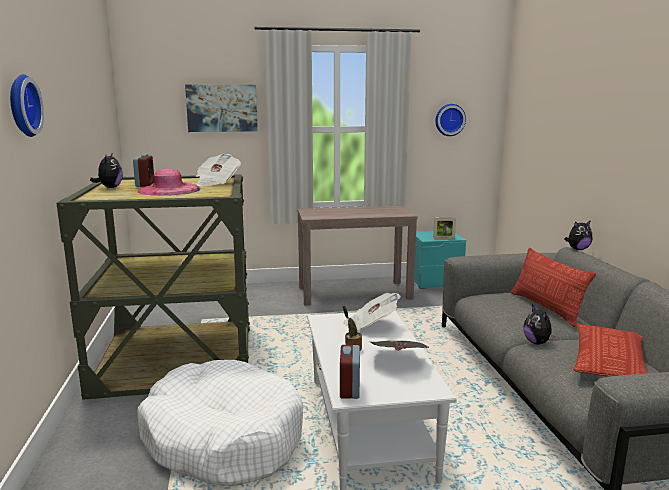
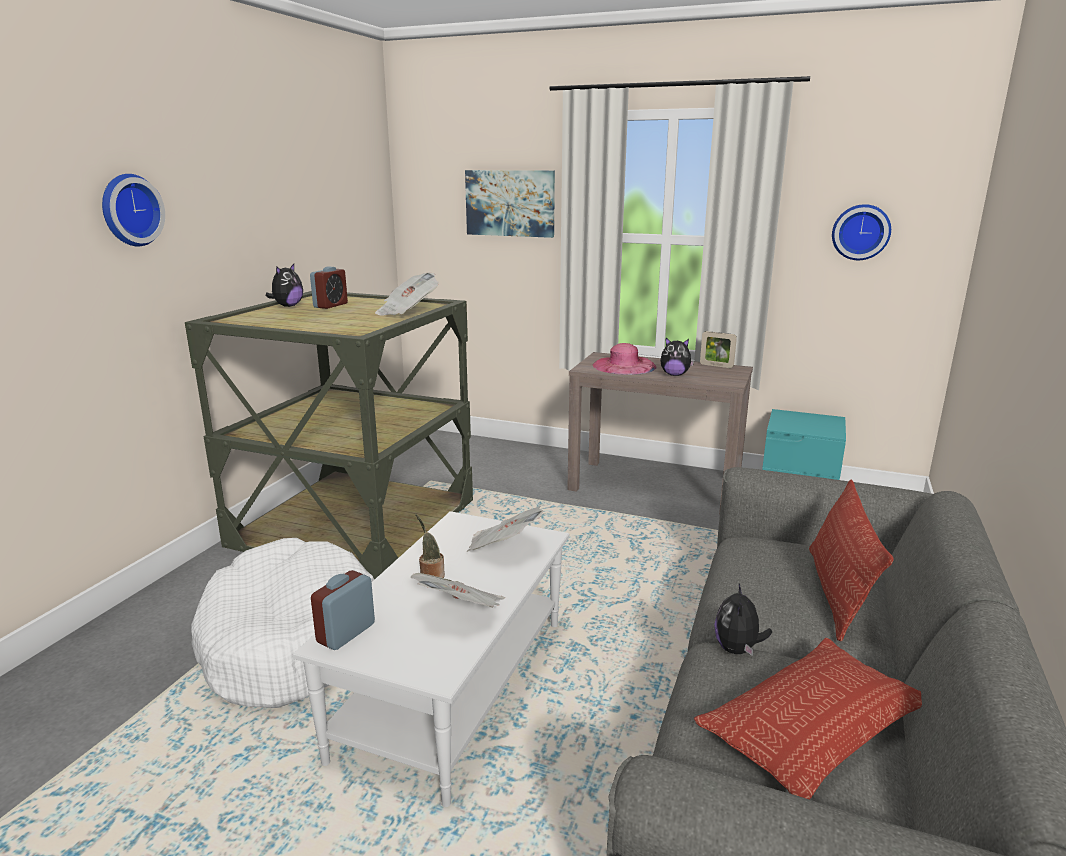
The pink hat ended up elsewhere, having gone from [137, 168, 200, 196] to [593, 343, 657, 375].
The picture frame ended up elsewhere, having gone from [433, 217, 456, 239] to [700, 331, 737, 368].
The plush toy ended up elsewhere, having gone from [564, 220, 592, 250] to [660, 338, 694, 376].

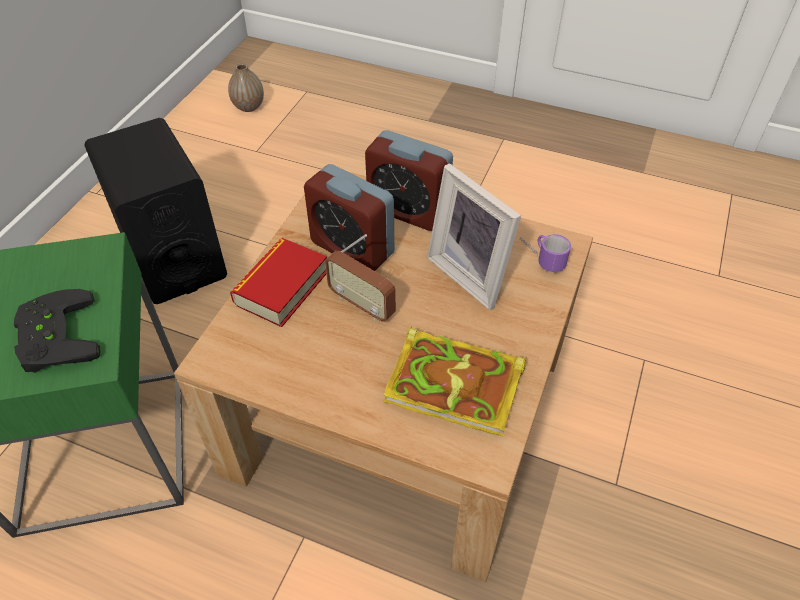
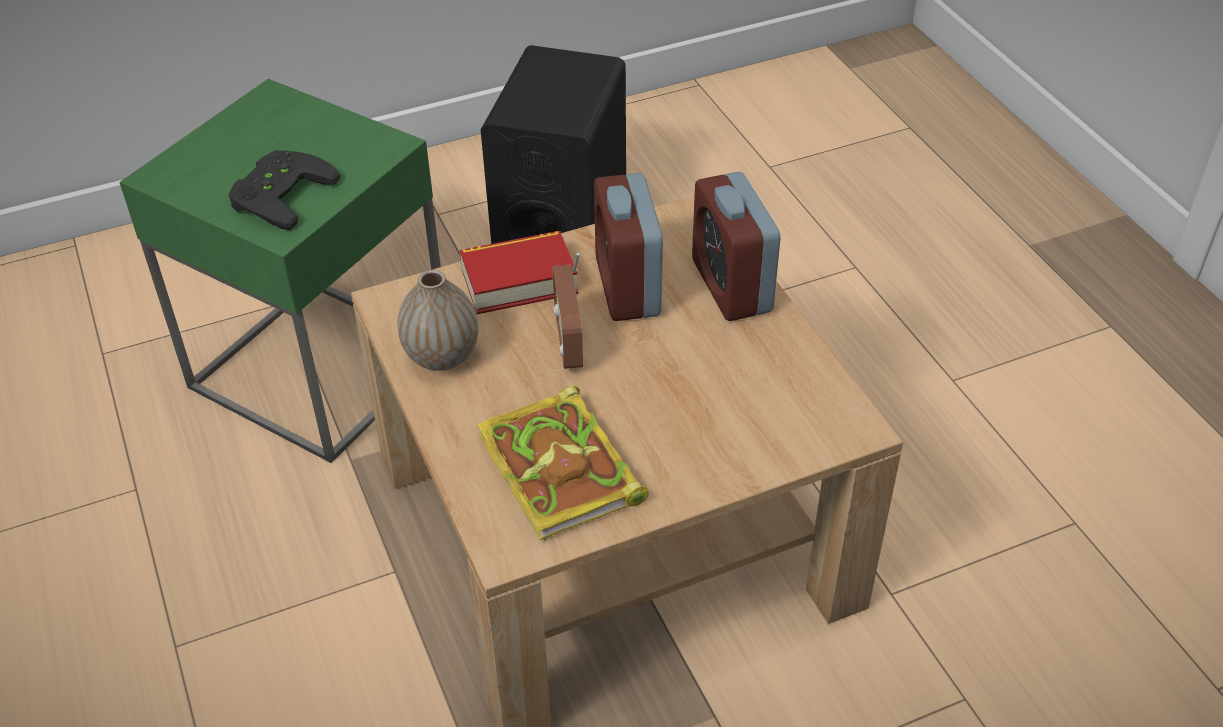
The second view lost the picture frame at [427, 163, 521, 310].
The second view lost the mug at [520, 234, 571, 272].
The vase ended up elsewhere, having gone from [228, 64, 264, 112] to [398, 270, 478, 371].

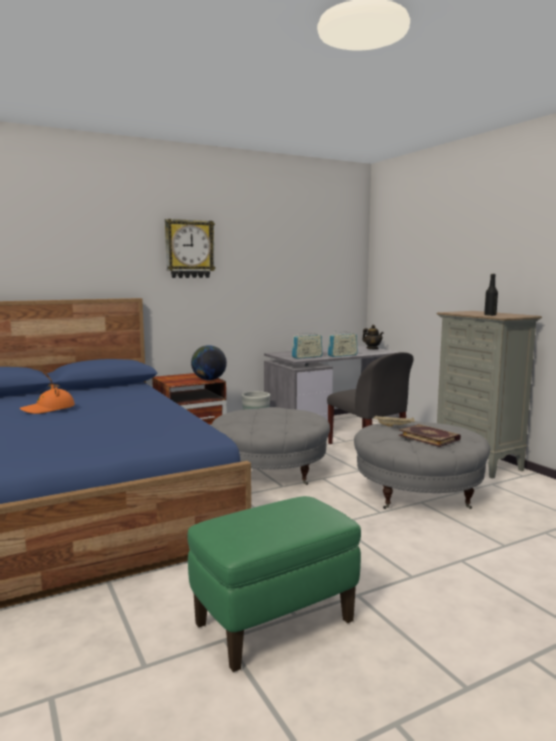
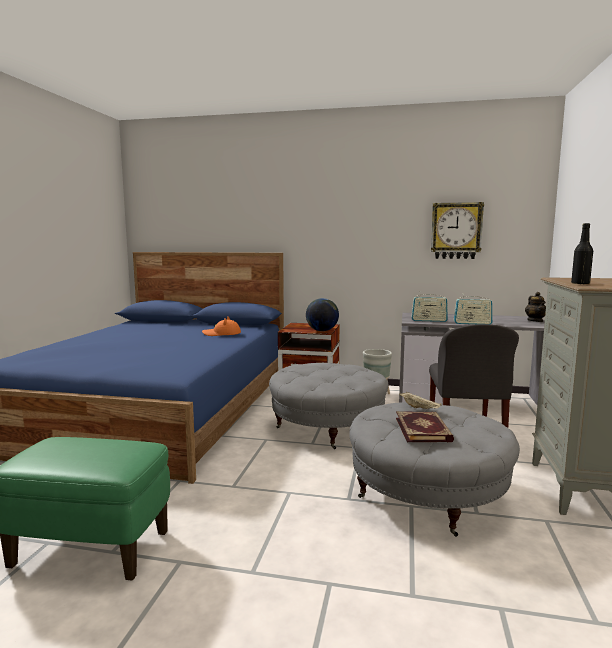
The orange hat ended up elsewhere, having gone from [19, 385, 75, 414] to [202, 316, 241, 336].
The wall clock ended up elsewhere, having gone from [165, 219, 216, 278] to [431, 202, 484, 259].

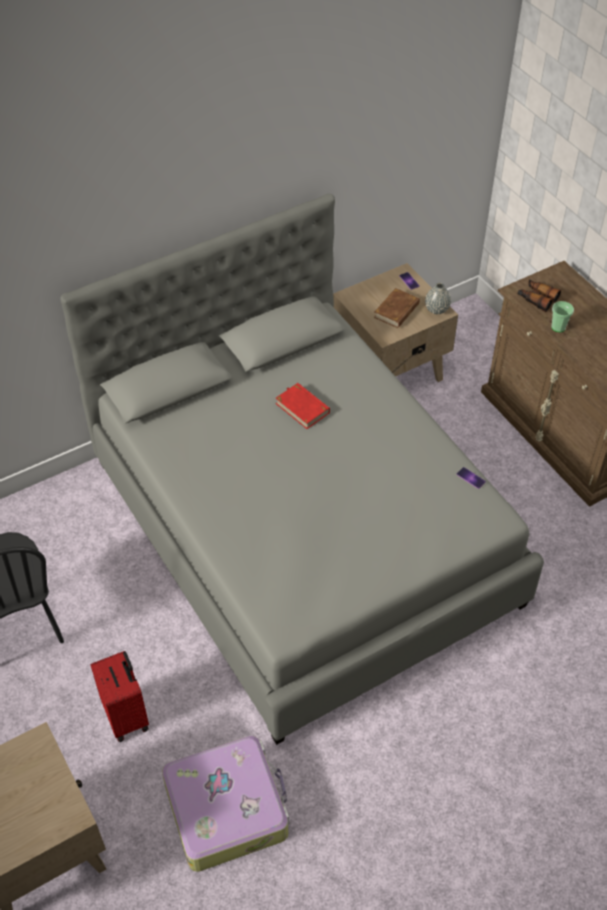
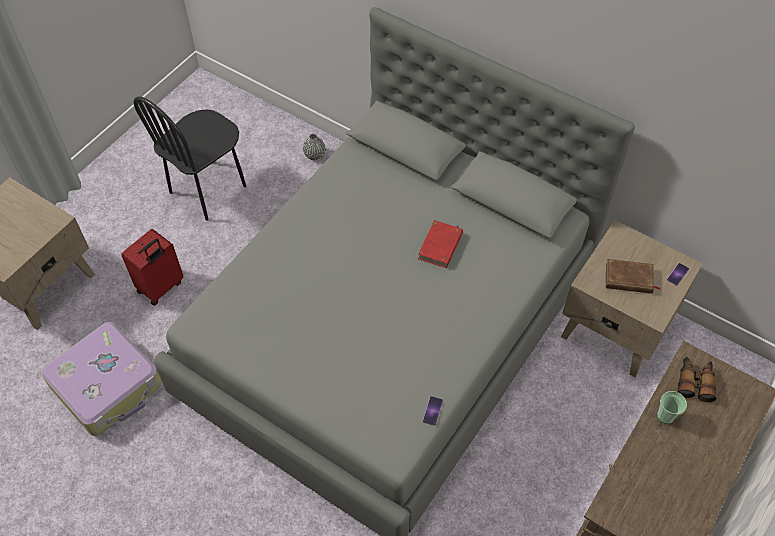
The grey vase ended up elsewhere, having gone from [425, 283, 451, 314] to [303, 134, 325, 160].

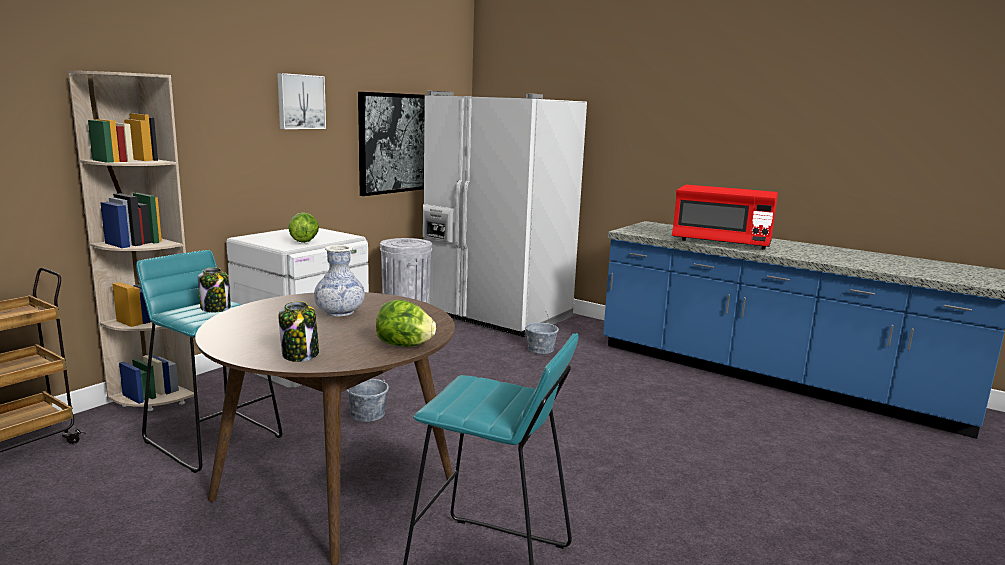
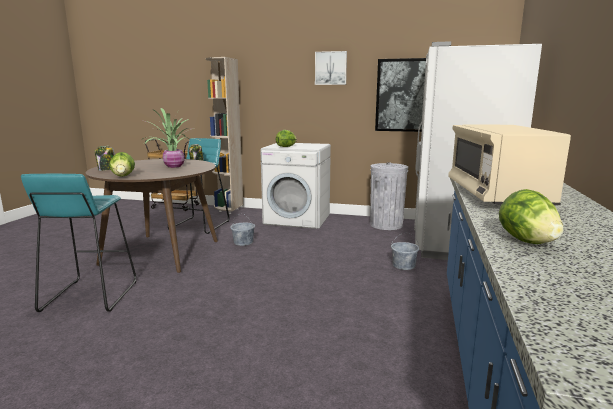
The second view gained the lettuce at [499, 189, 563, 244].
Where the vase stood at [314, 245, 365, 317], the potted plant came to stand at [142, 108, 198, 168].
What was the red microwave at [672, 185, 778, 250] turned into the beige microwave at [448, 124, 571, 205].

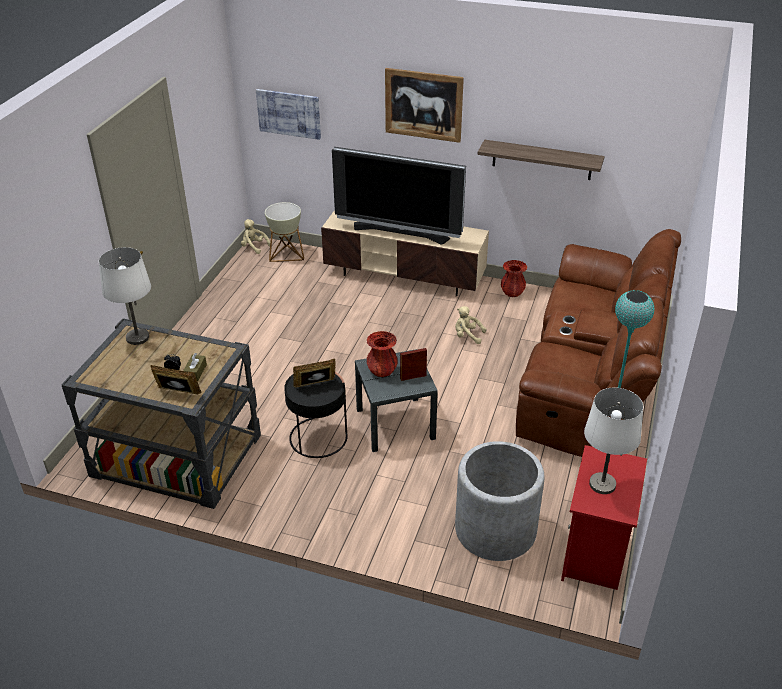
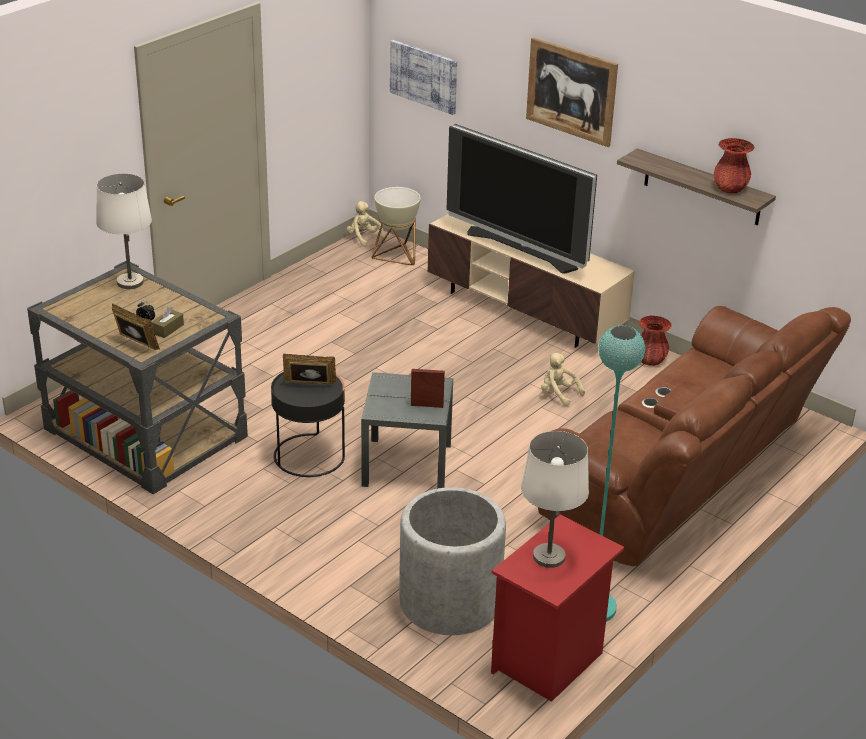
The red vase ended up elsewhere, having gone from [367, 331, 398, 377] to [714, 138, 754, 193].

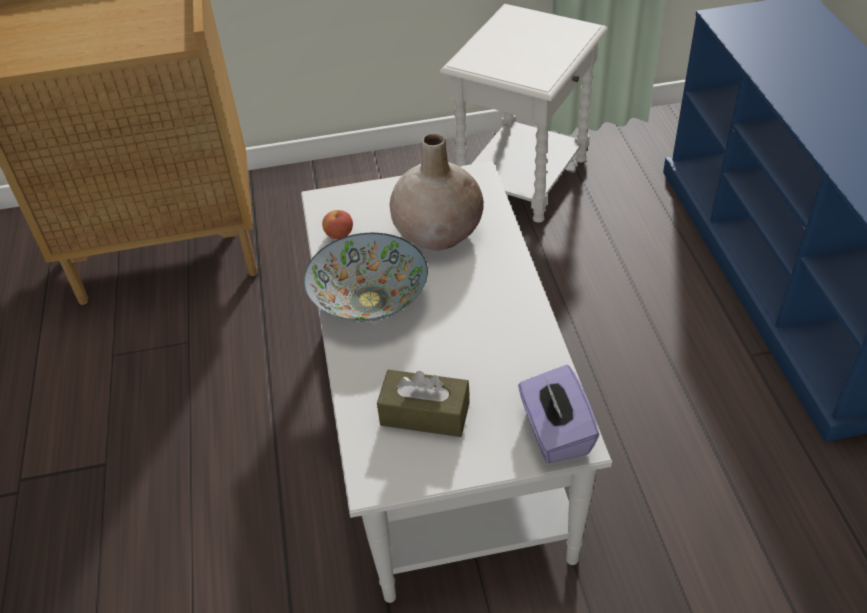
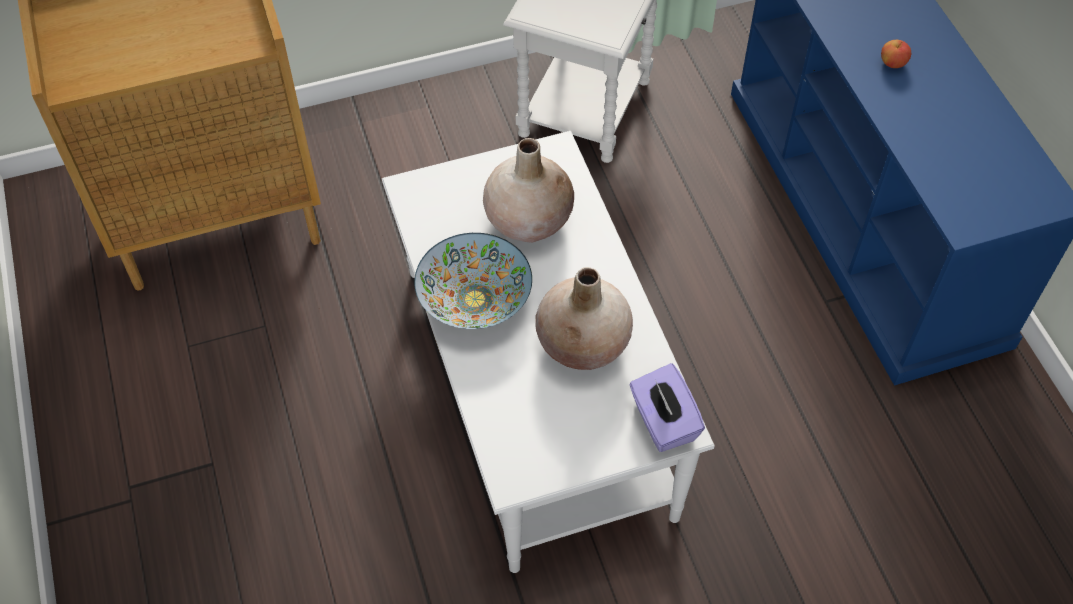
The second view lost the brown tissue box at [377, 370, 470, 437].
The second view gained the beige vase at [535, 267, 633, 370].
The apple ended up elsewhere, having gone from [322, 210, 353, 239] to [881, 40, 911, 68].

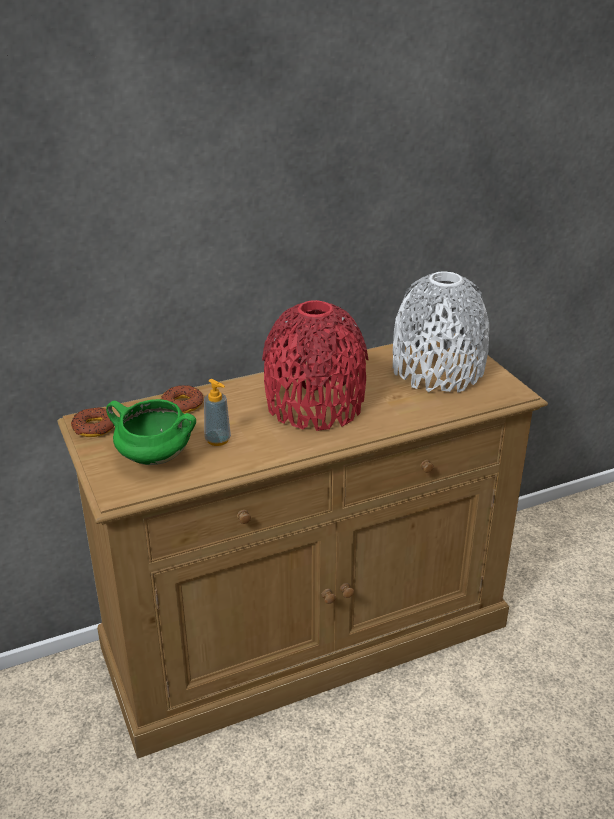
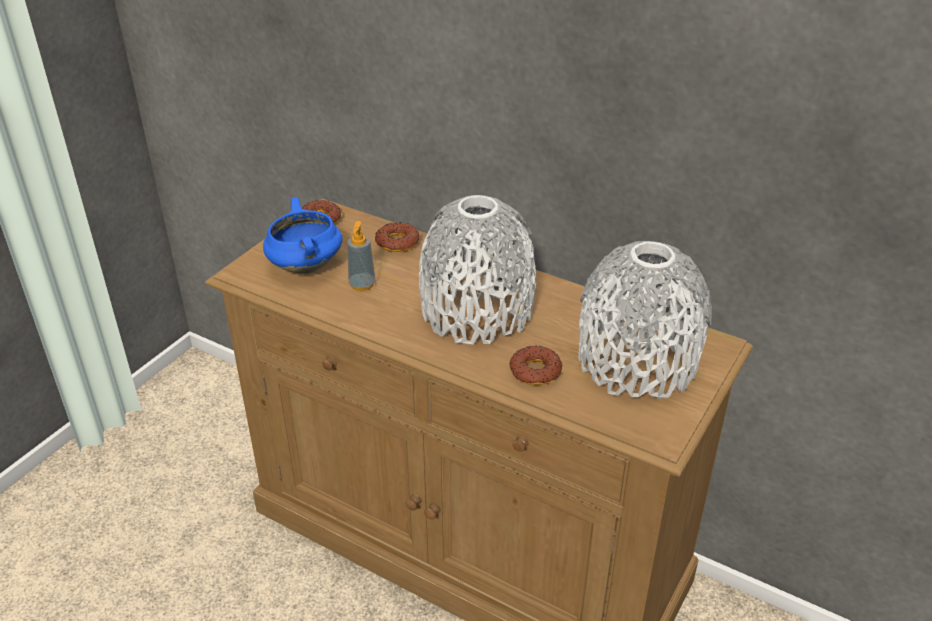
The second view gained the donut at [510, 346, 562, 385].
What was the green cooking pot at [106, 399, 196, 465] turned into the blue cooking pot at [263, 197, 342, 274].
What was the red vase at [262, 300, 368, 431] turned into the grey vase at [419, 195, 536, 345].

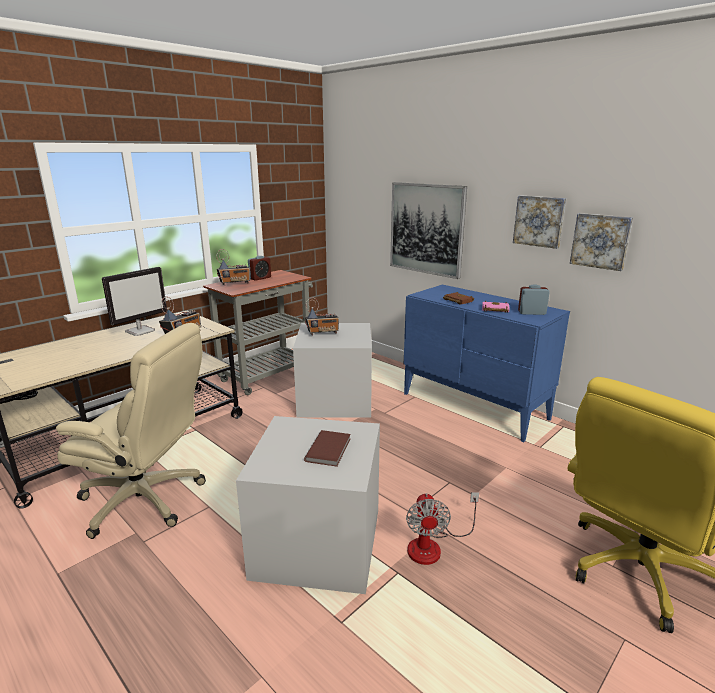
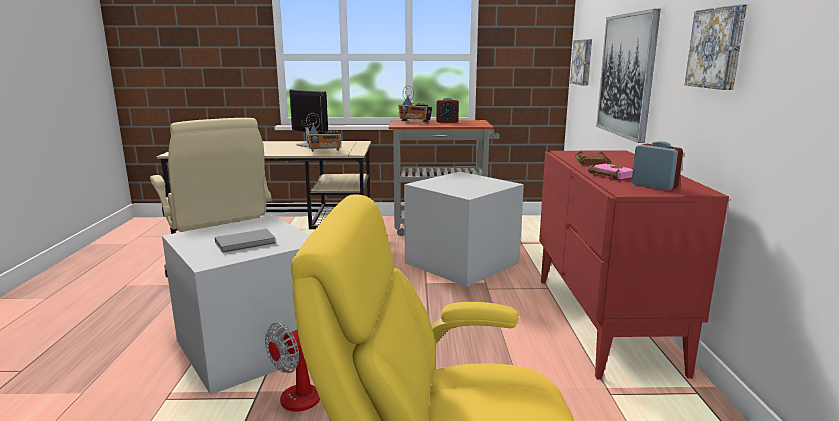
The second view lost the radio at [305, 297, 339, 336].
The picture ended up elsewhere, having gone from [570, 213, 633, 271] to [570, 39, 592, 86].
What was the brown book at [304, 430, 351, 467] turned into the grey book at [215, 229, 276, 253].
What was the blue cabinet at [404, 285, 570, 442] turned into the red cabinet at [539, 150, 729, 379].
The monitor at [102, 267, 167, 336] ended up facing another way, 135 degrees counterclockwise from before.

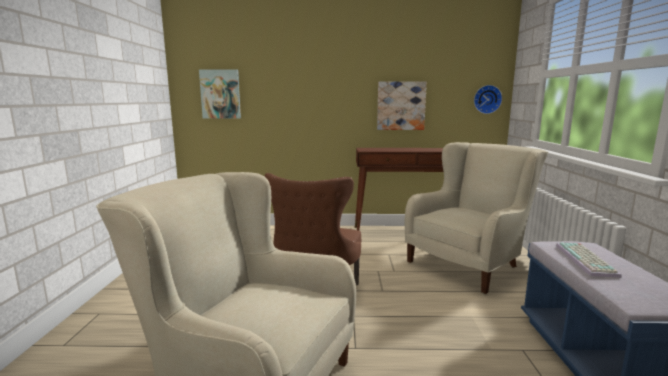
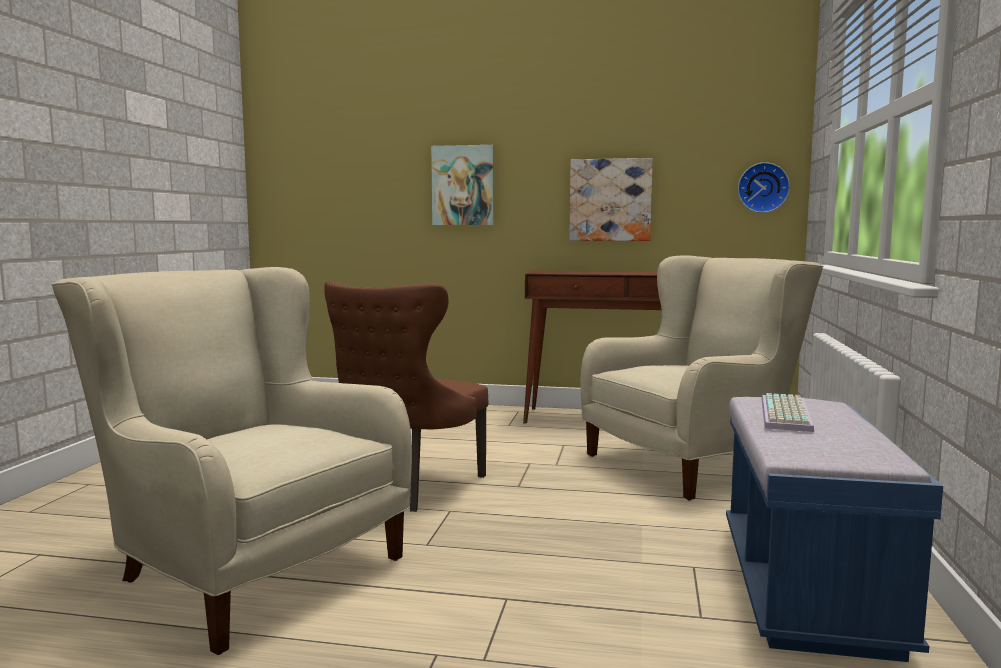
The picture ended up elsewhere, having gone from [199, 69, 241, 118] to [431, 145, 494, 225].

